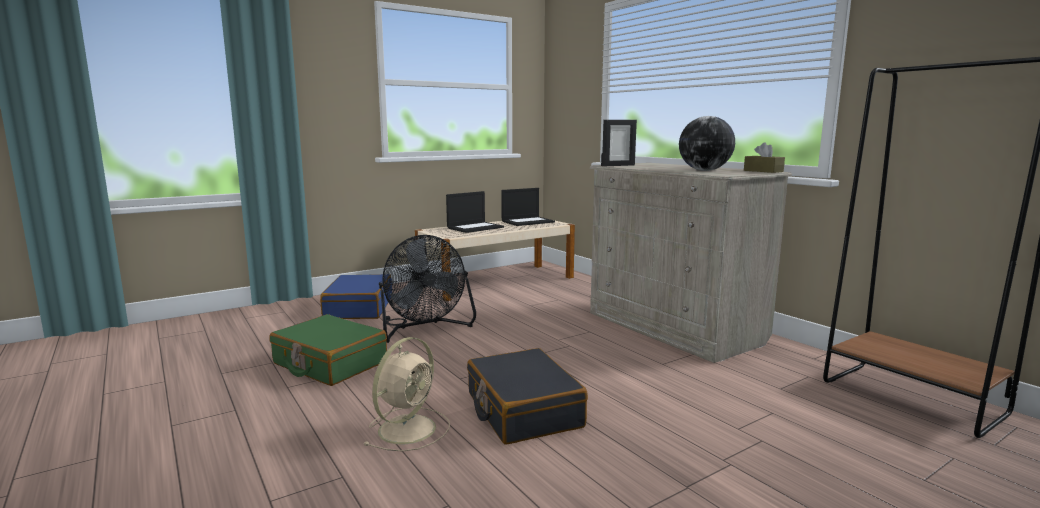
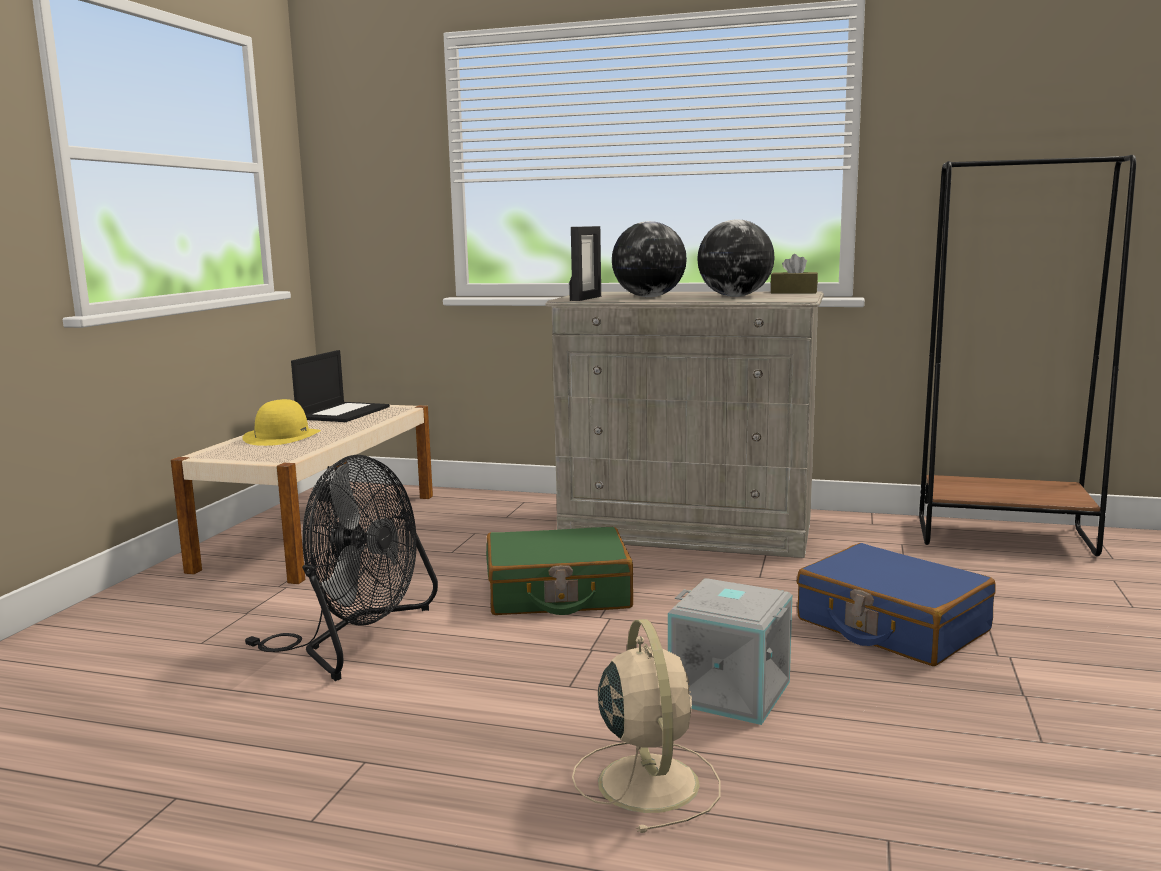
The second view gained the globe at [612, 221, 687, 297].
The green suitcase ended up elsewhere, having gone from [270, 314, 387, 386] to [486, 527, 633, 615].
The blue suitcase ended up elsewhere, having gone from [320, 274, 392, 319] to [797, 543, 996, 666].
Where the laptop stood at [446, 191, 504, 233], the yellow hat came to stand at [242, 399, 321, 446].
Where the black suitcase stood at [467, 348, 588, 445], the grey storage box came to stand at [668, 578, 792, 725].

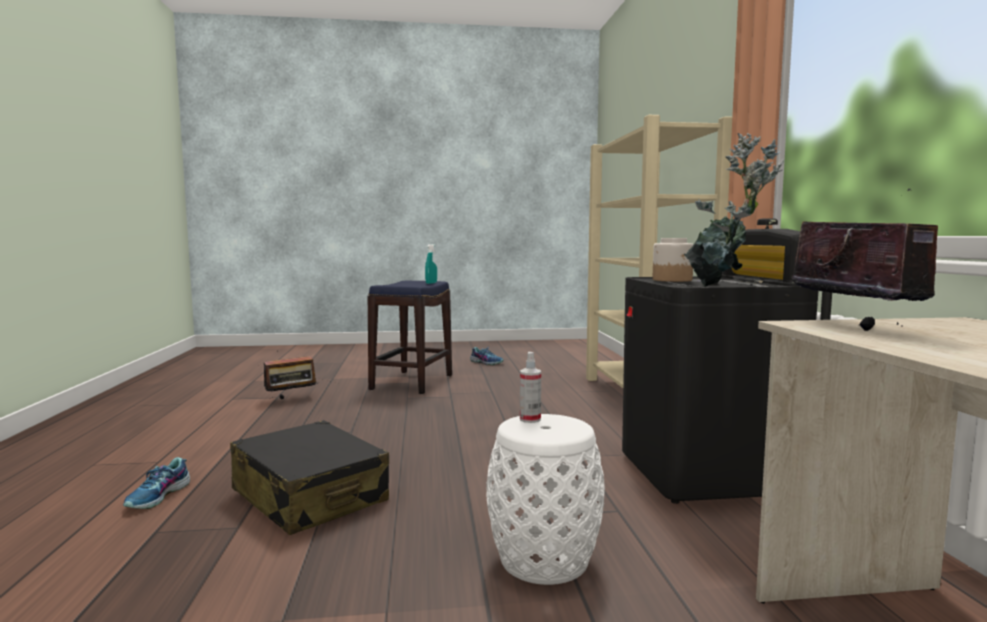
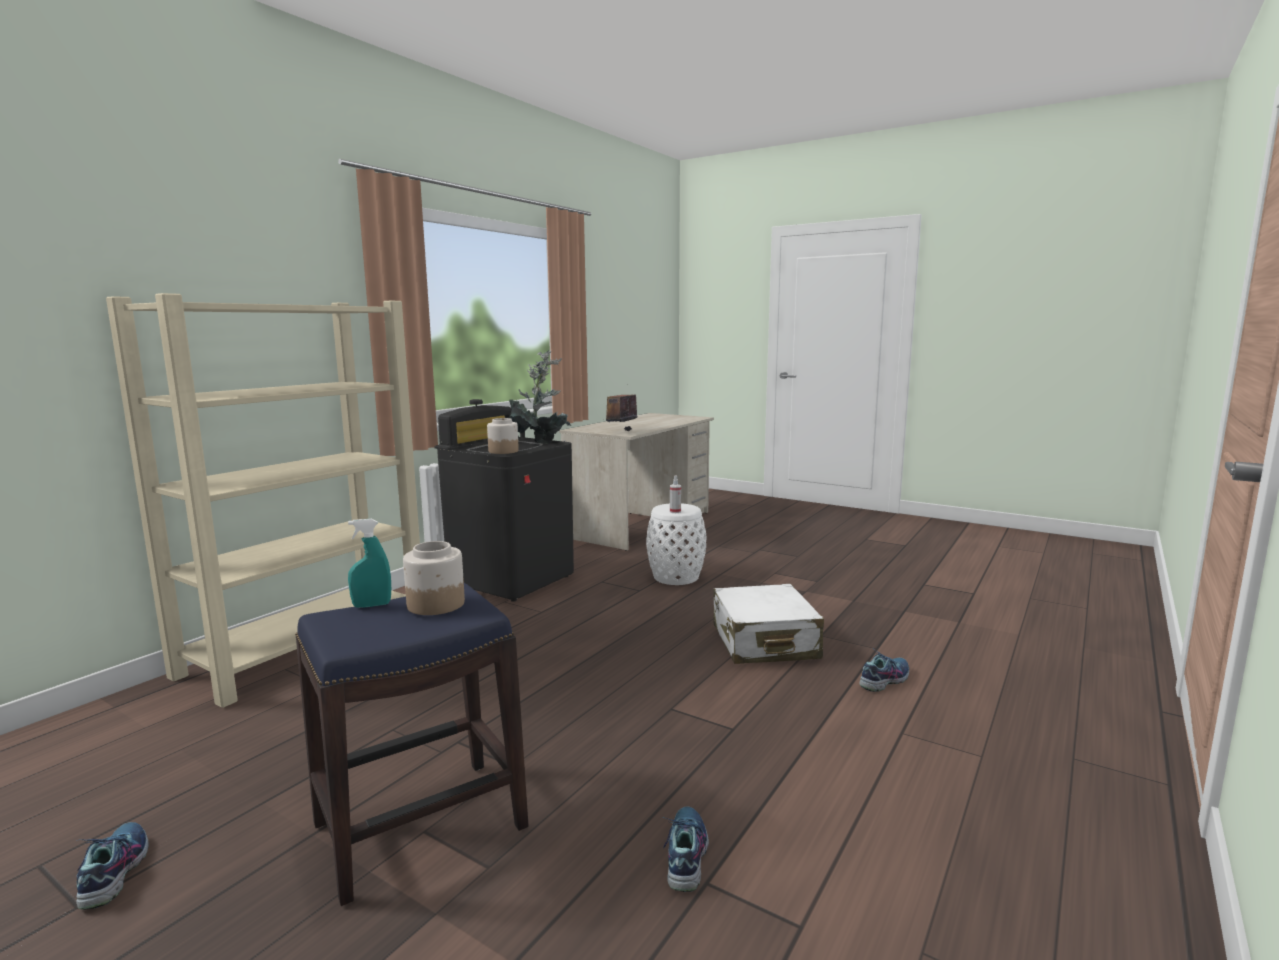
The second view gained the jar at [403, 541, 465, 615].
Where the radio stood at [264, 352, 319, 399], the shoe came to stand at [663, 806, 709, 892].
What was the black suitcase at [230, 420, 389, 535] turned into the white suitcase at [714, 584, 824, 664].

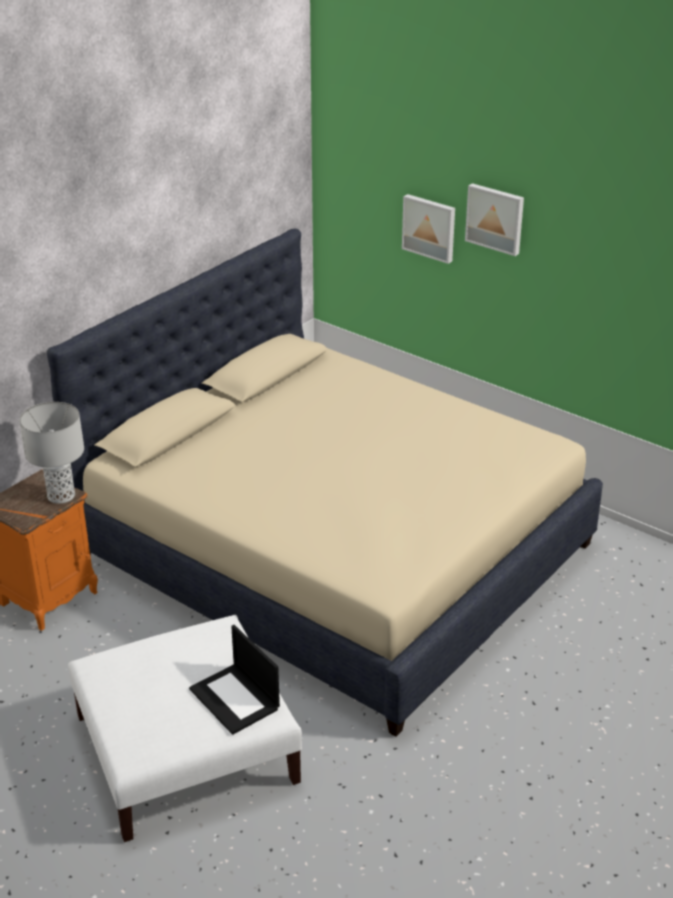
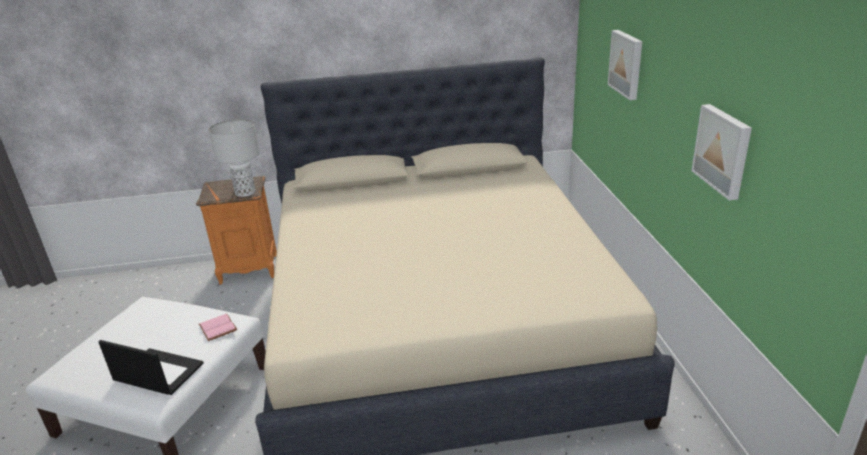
The second view gained the pink book at [199, 314, 237, 341].
The picture ended up elsewhere, having gone from [465, 183, 524, 256] to [691, 104, 752, 200].
The laptop at [189, 625, 280, 735] ended up facing another way, 105 degrees clockwise from before.

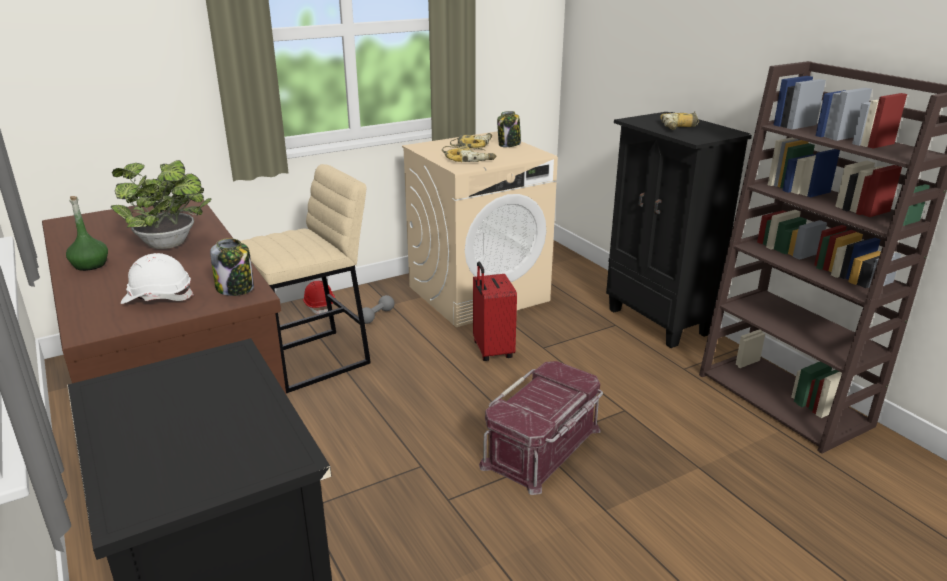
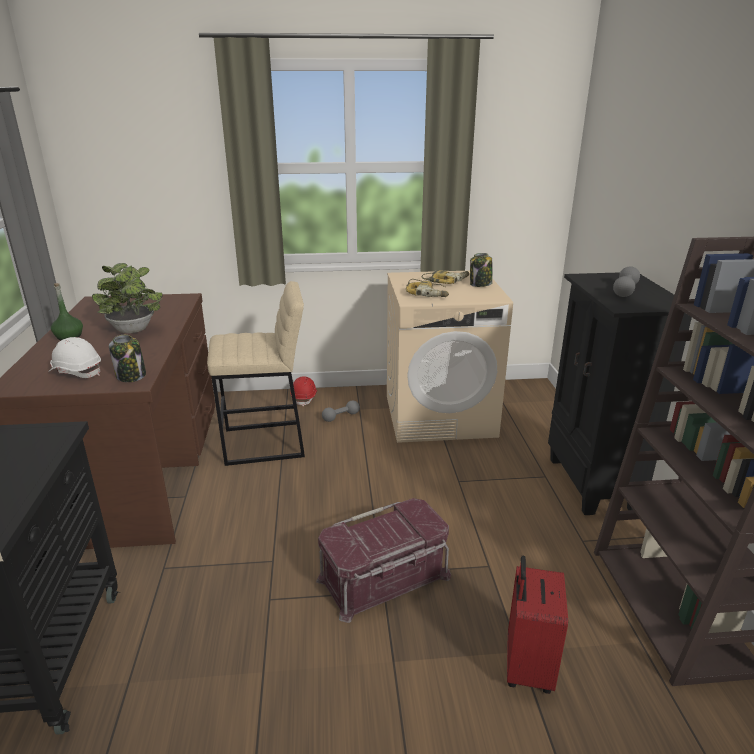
The red suitcase ended up elsewhere, having gone from [473, 262, 517, 361] to [507, 556, 568, 694].
Where the power drill stood at [660, 112, 700, 130], the grey dumbbell came to stand at [613, 266, 640, 297].

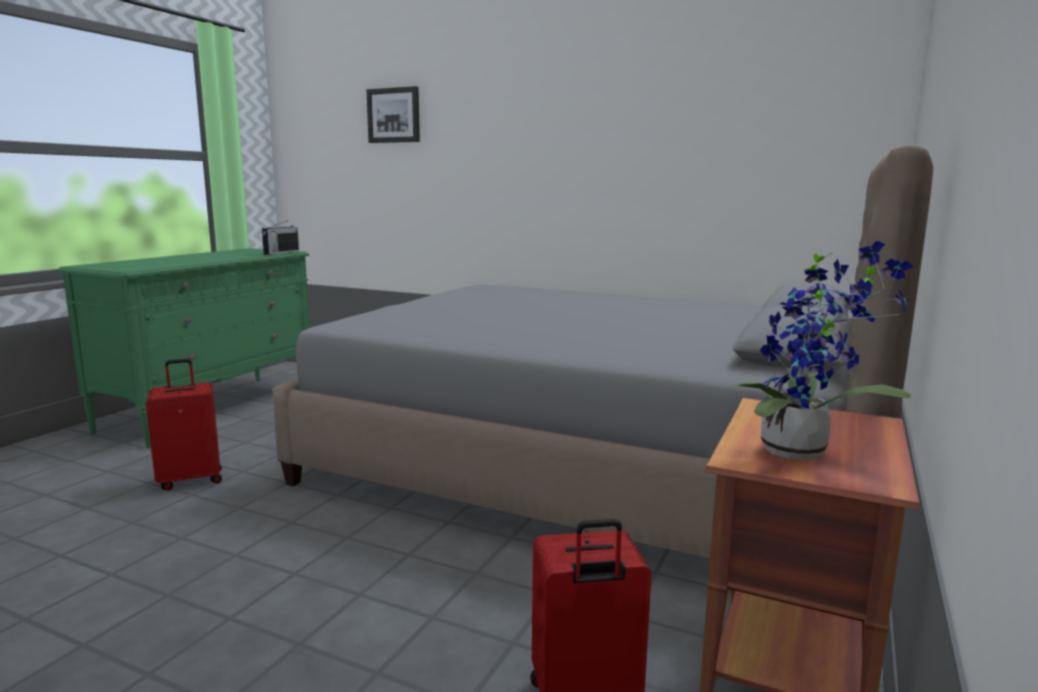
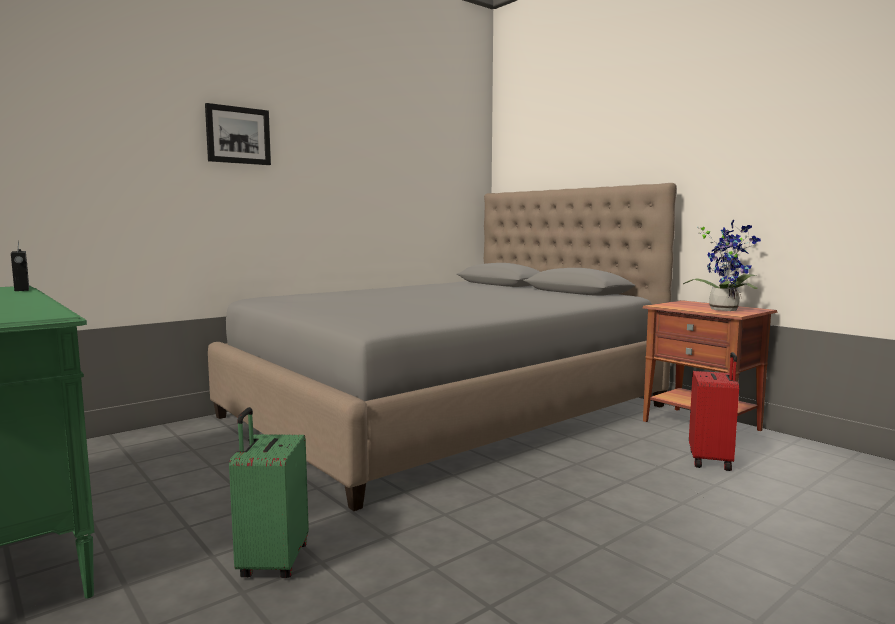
The picture ended up elsewhere, having gone from [366, 86, 420, 143] to [205, 103, 271, 165].
What was the red suitcase at [146, 359, 222, 491] turned into the green suitcase at [229, 407, 309, 578].

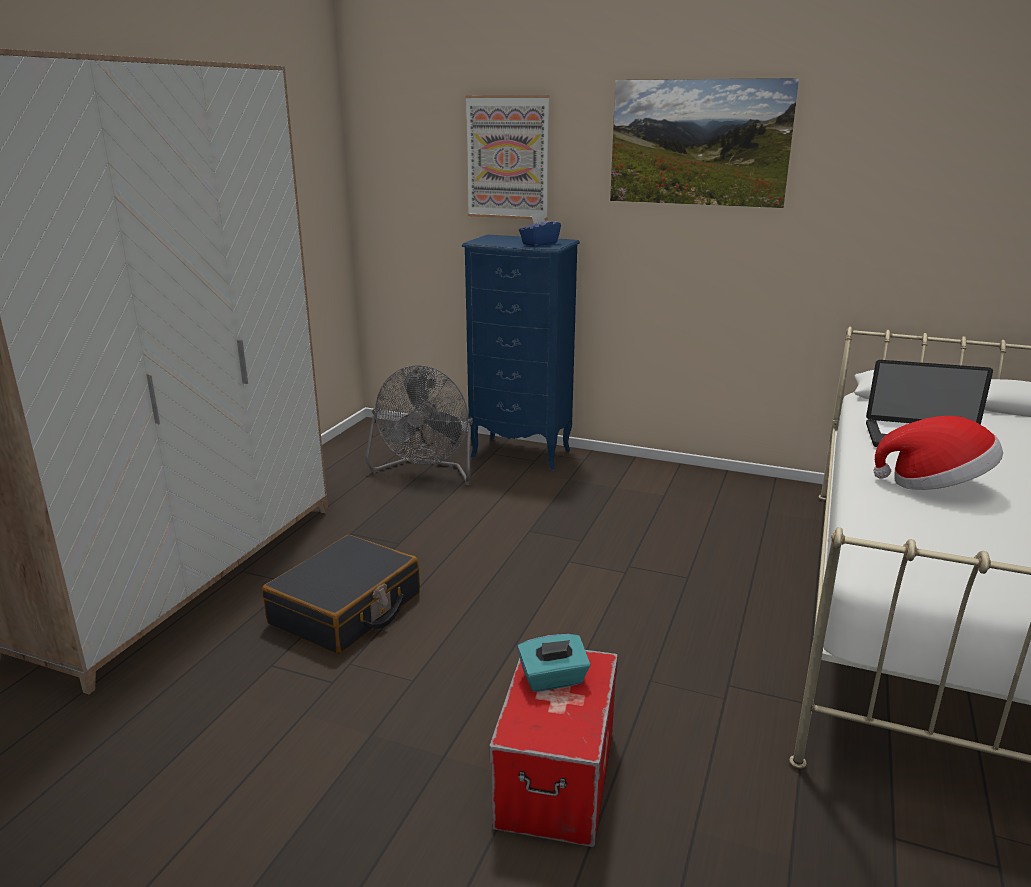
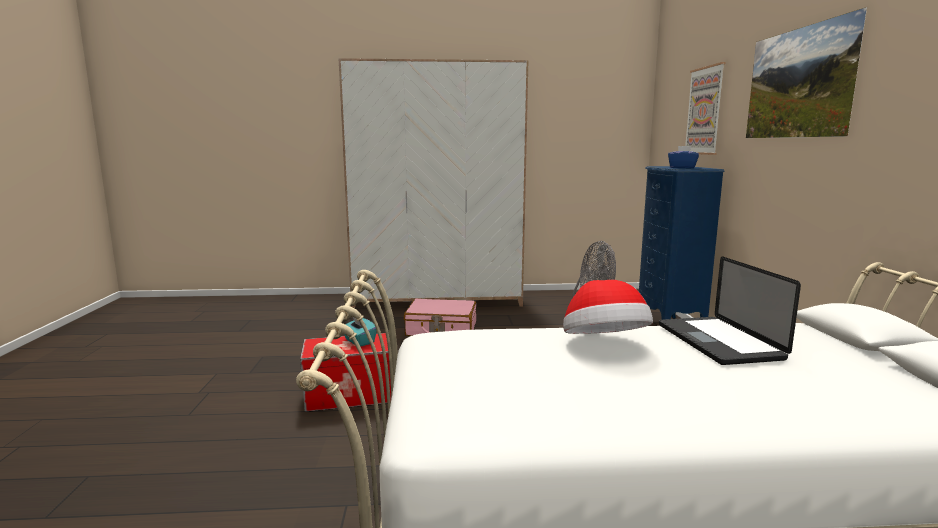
What was the black suitcase at [262, 535, 420, 654] turned into the pink suitcase at [404, 299, 476, 336].

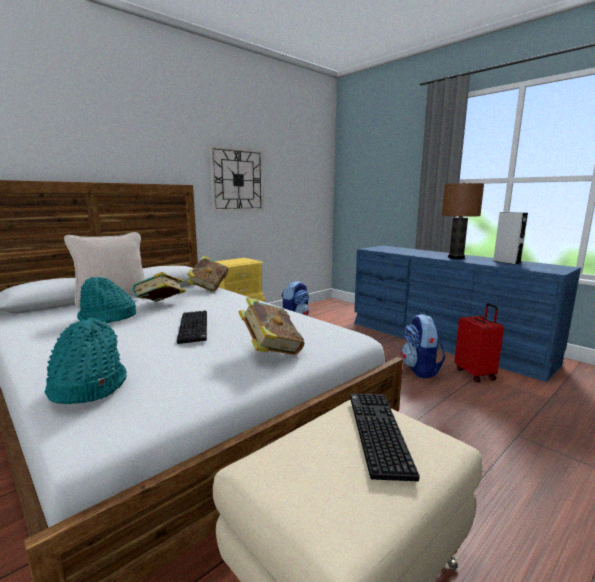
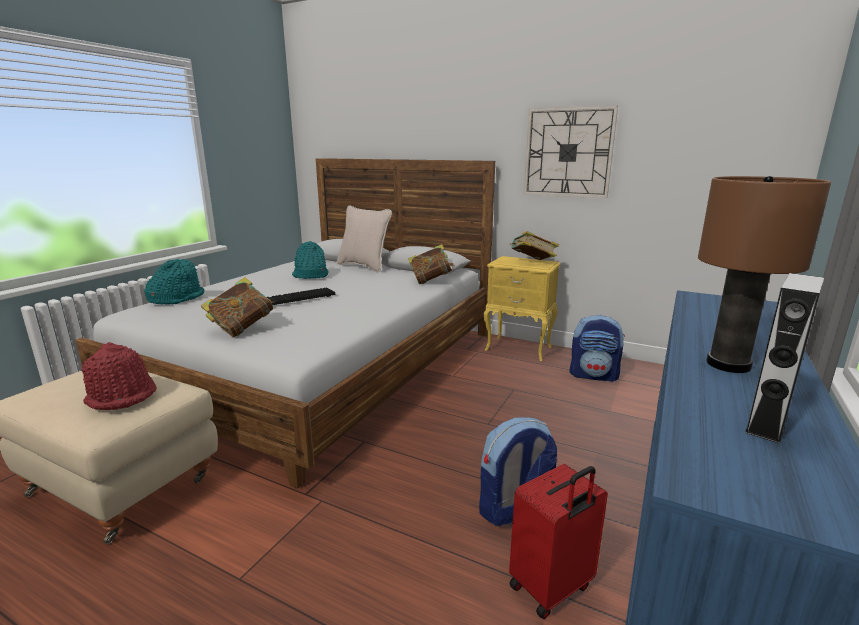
The book ended up elsewhere, having gone from [132, 272, 186, 302] to [509, 231, 559, 260].
Where the keyboard stood at [350, 393, 420, 481], the red hat came to stand at [81, 342, 156, 410].

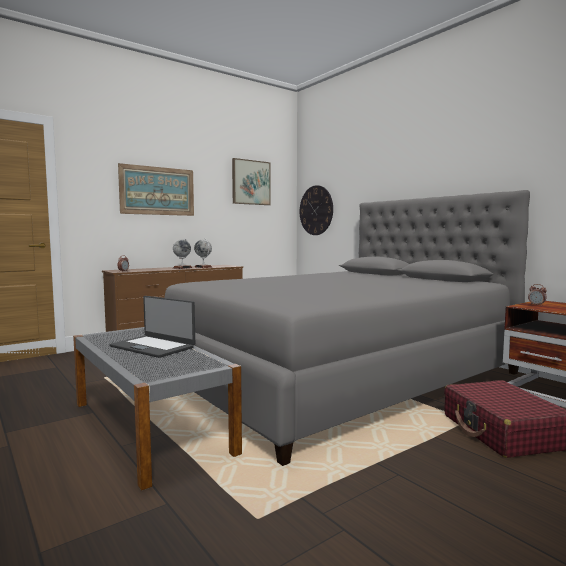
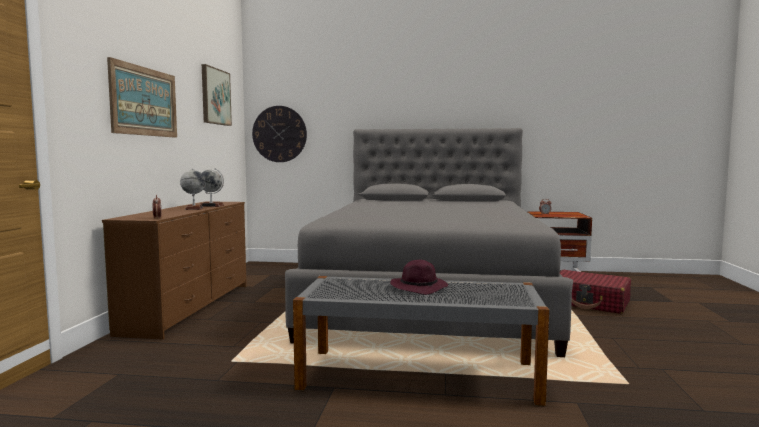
Where the laptop stood at [110, 296, 195, 358], the purple hat came to stand at [390, 260, 448, 295].

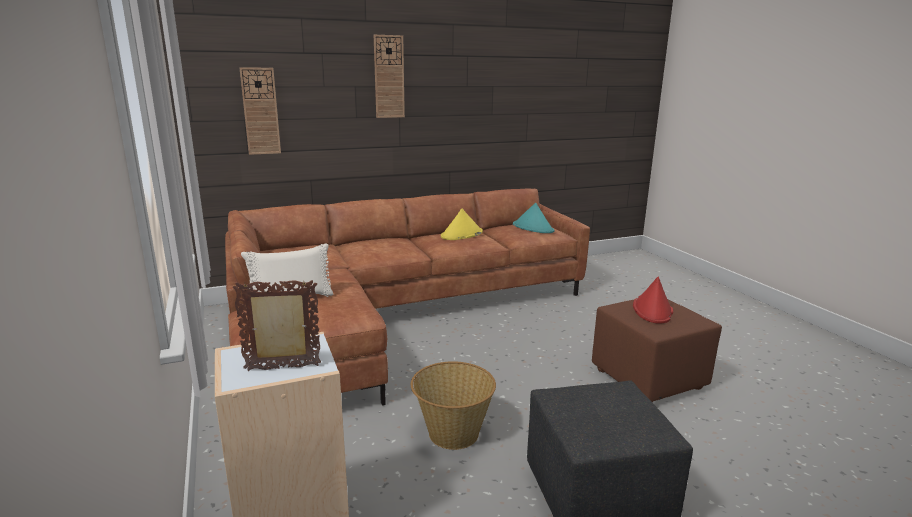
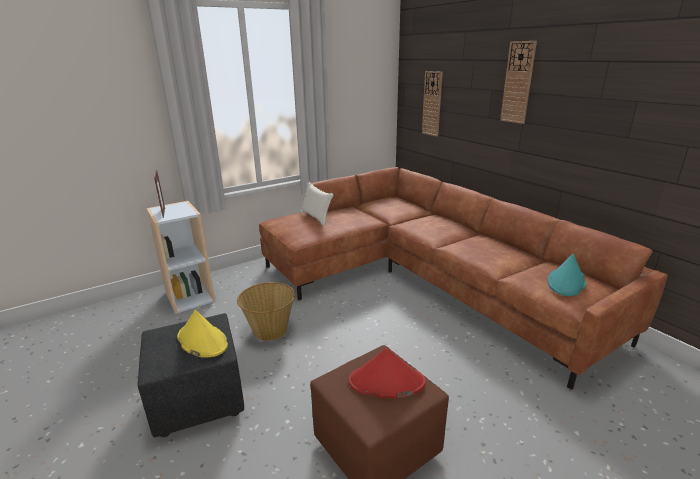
The yellow hat ended up elsewhere, having gone from [441, 208, 483, 240] to [177, 310, 228, 357].

